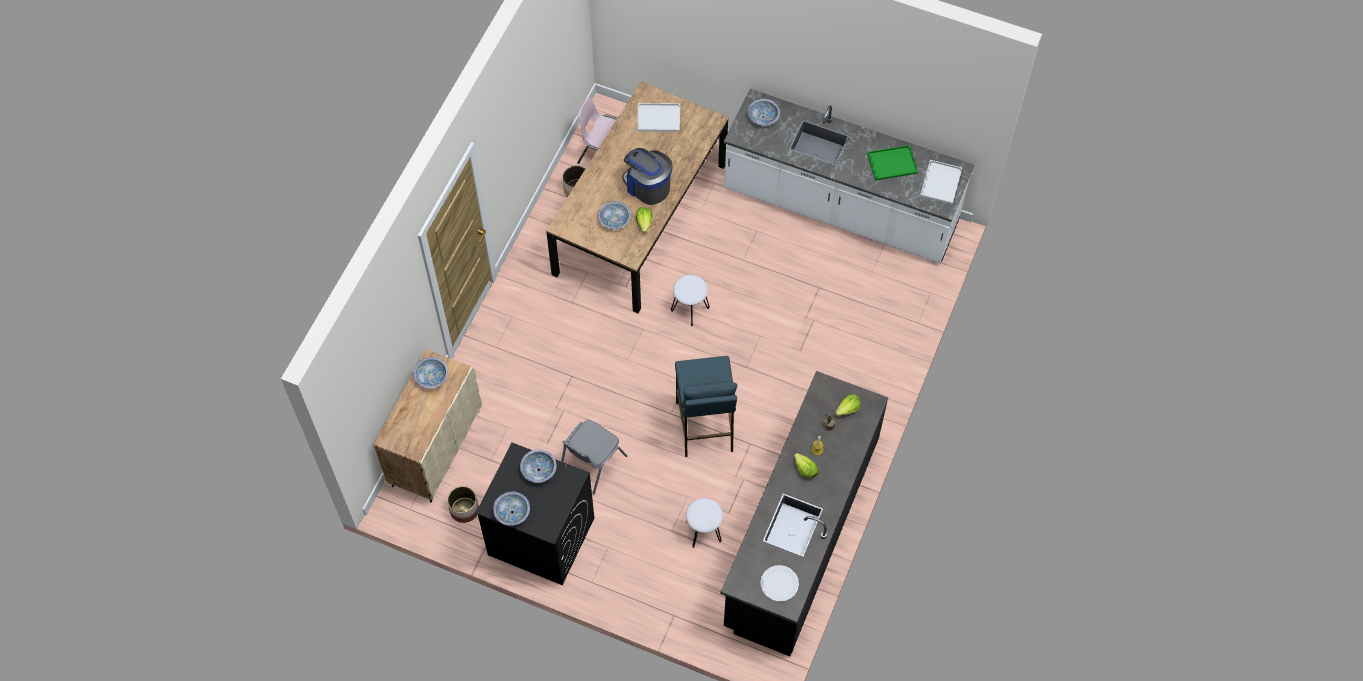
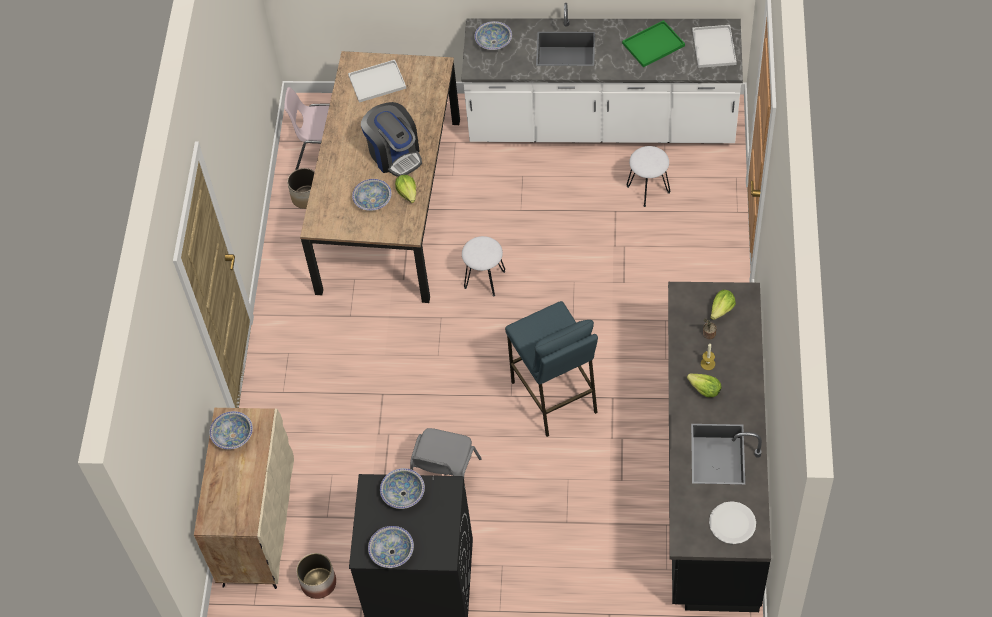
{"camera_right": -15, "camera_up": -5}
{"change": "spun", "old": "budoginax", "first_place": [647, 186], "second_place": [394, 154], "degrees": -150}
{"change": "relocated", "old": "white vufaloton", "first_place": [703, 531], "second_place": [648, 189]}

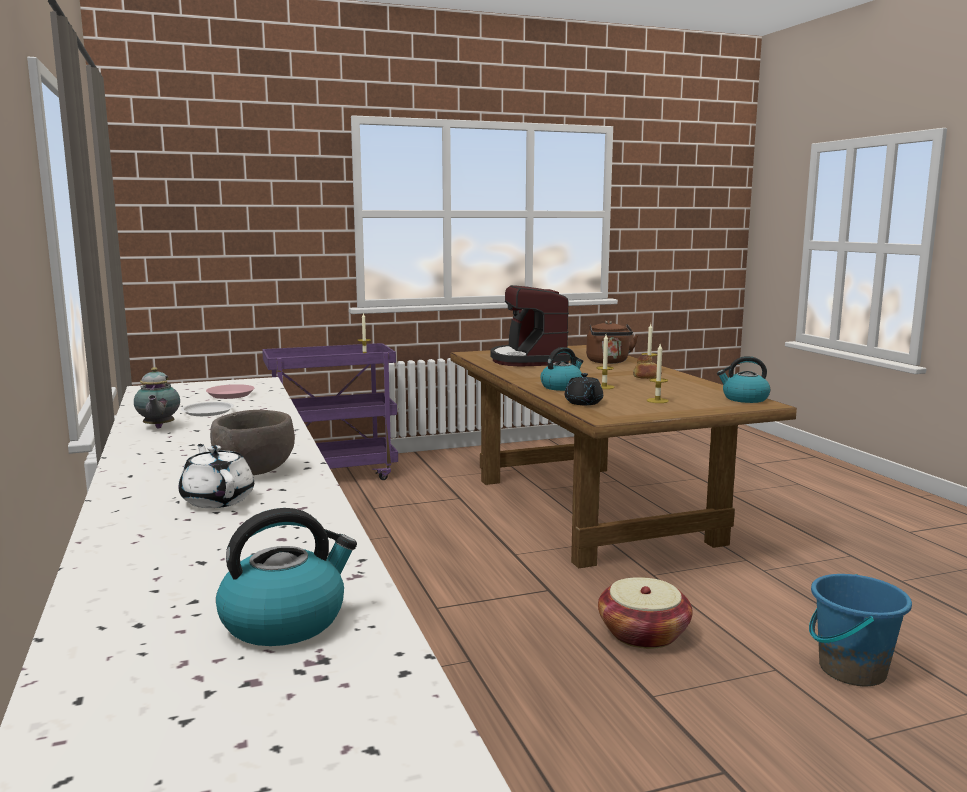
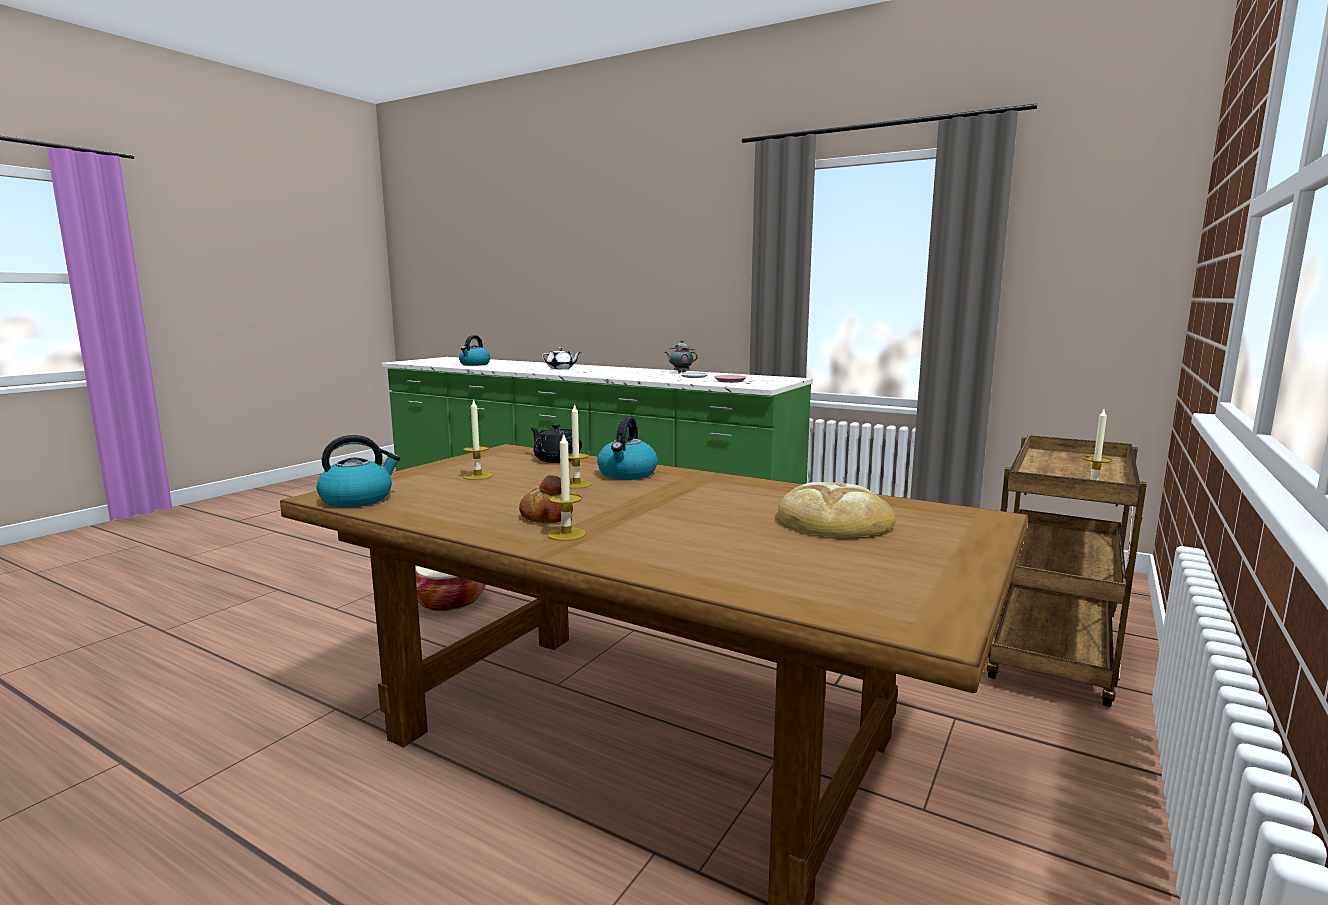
{"camera_right": 140, "camera_up": 0}
{"change": "exchanged", "old": "budoginax", "new": "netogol", "first_place": [529, 360], "second_place": [833, 520]}
{"change": "missing", "old": "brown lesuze", "first_place": [608, 362]}
{"change": "colour", "old": "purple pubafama", "new": "brown pubafama", "first_place": [334, 475], "second_place": [1053, 658]}
{"change": "missing", "old": "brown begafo", "first_place": [254, 471]}
{"change": "missing", "old": "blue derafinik", "first_place": [851, 670]}

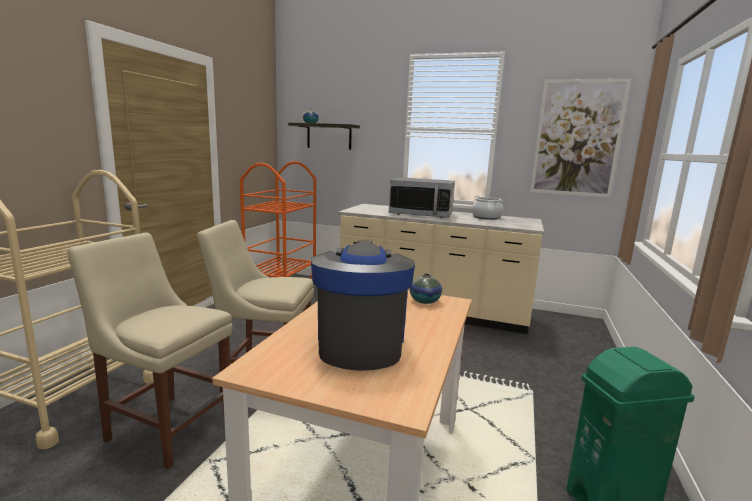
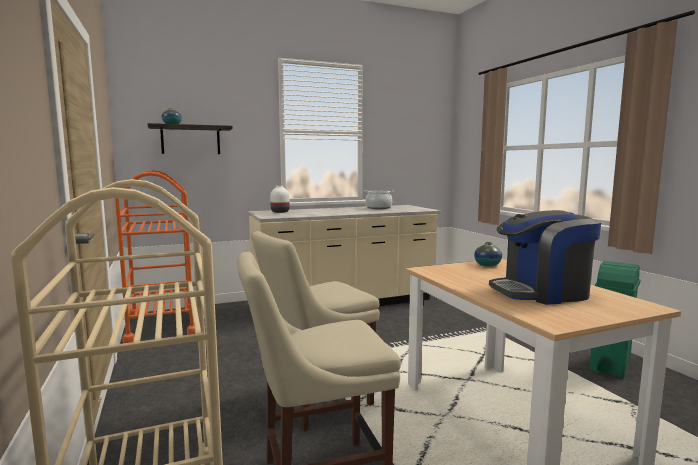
{"camera_right": -40, "camera_up": -5}
{"change": "missing", "old": "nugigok", "first_place": [577, 138]}
{"change": "missing", "old": "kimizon", "first_place": [421, 214]}
{"change": "spun", "old": "budoginax", "first_place": [360, 343], "second_place": [541, 292], "degrees": -60}
{"change": "appeared", "new": "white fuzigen", "second_place": [280, 212]}

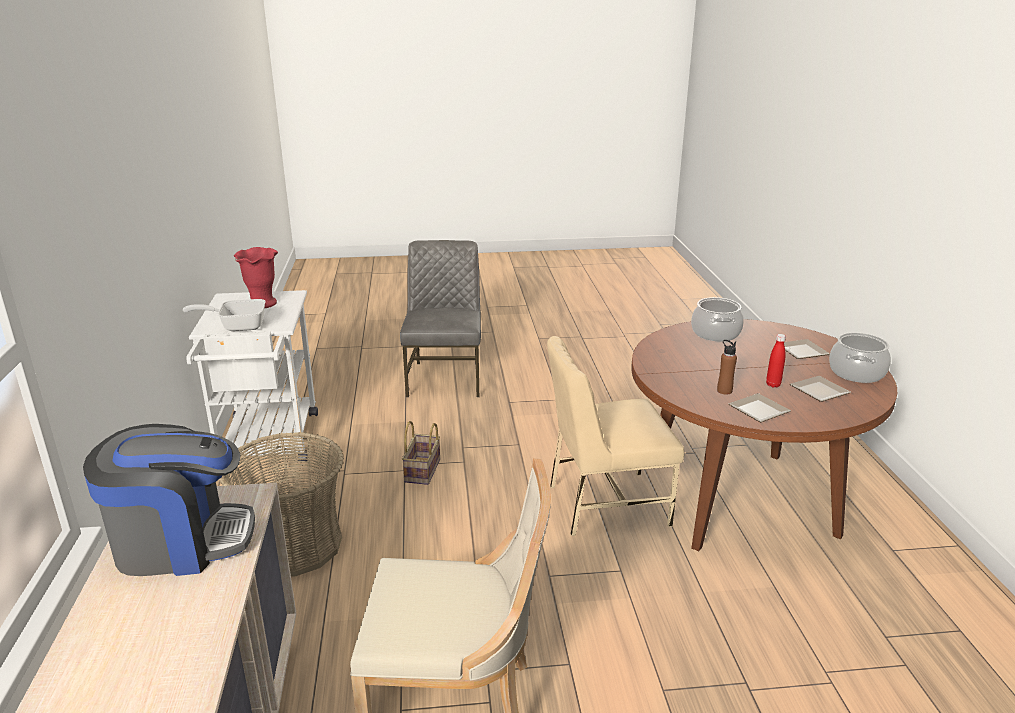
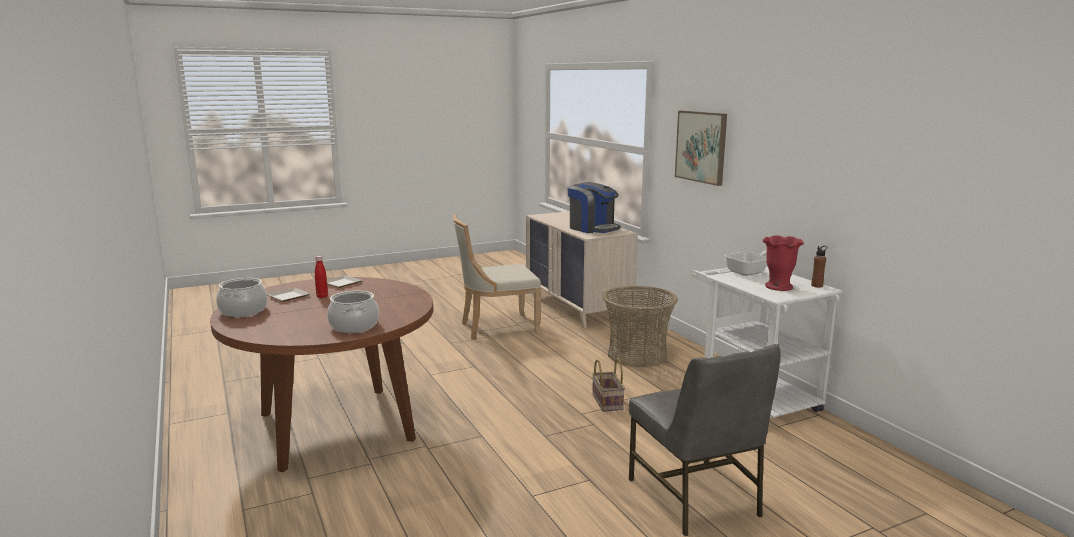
{"camera_right": 160, "camera_up": -10}
{"change": "missing", "old": "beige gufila", "first_place": [605, 504]}
{"change": "missing", "old": "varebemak", "first_place": [800, 351]}
{"change": "relocated", "old": "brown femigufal", "first_place": [724, 391], "second_place": [817, 285]}
{"change": "spun", "old": "budoginax", "first_place": [181, 542], "second_place": [593, 228], "degrees": -105}
{"change": "appeared", "new": "nugigok", "second_place": [701, 146]}

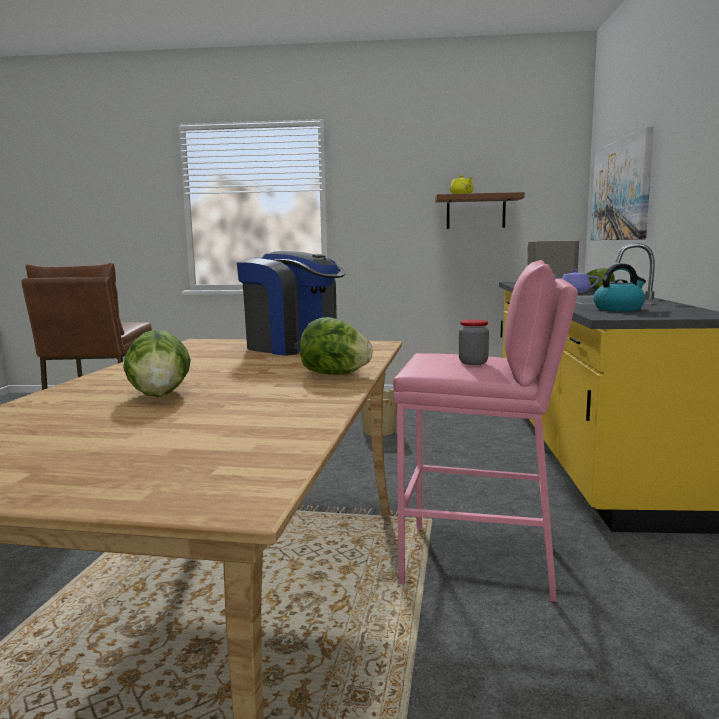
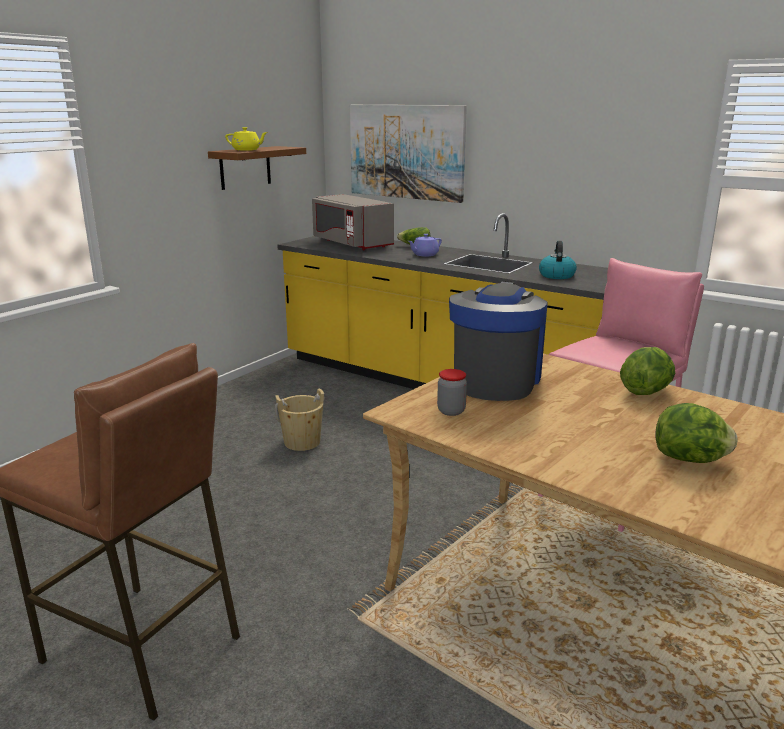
{"camera_right": -60, "camera_up": 10}
{"change": "spun", "old": "budoginax", "first_place": [296, 347], "second_place": [495, 380], "degrees": -45}
{"change": "relocated", "old": "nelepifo", "first_place": [473, 363], "second_place": [451, 411]}

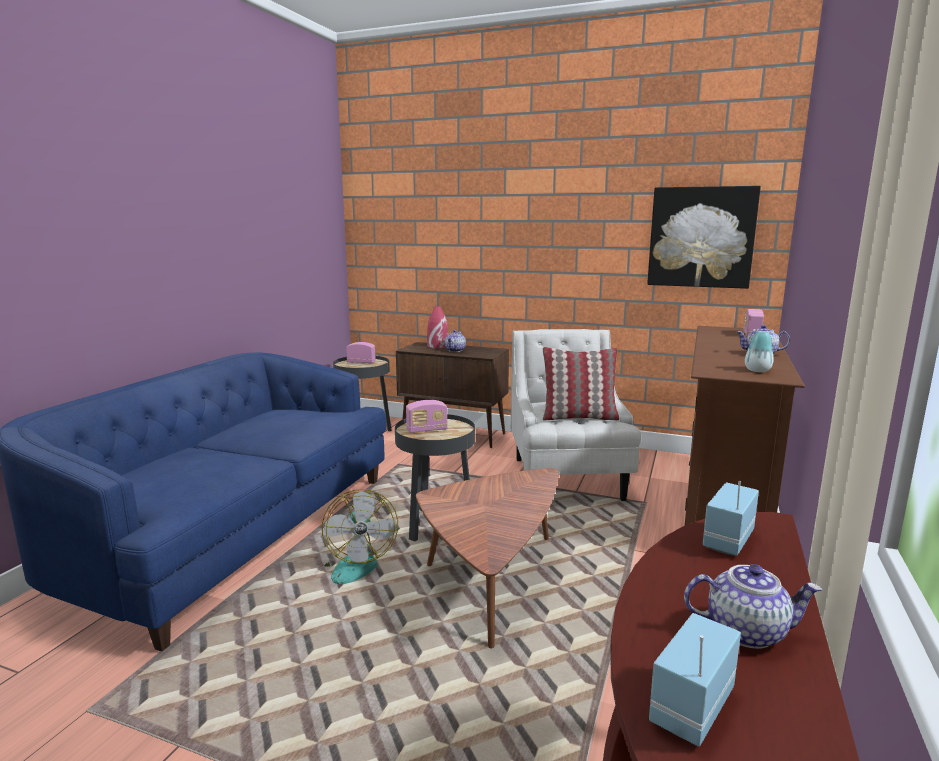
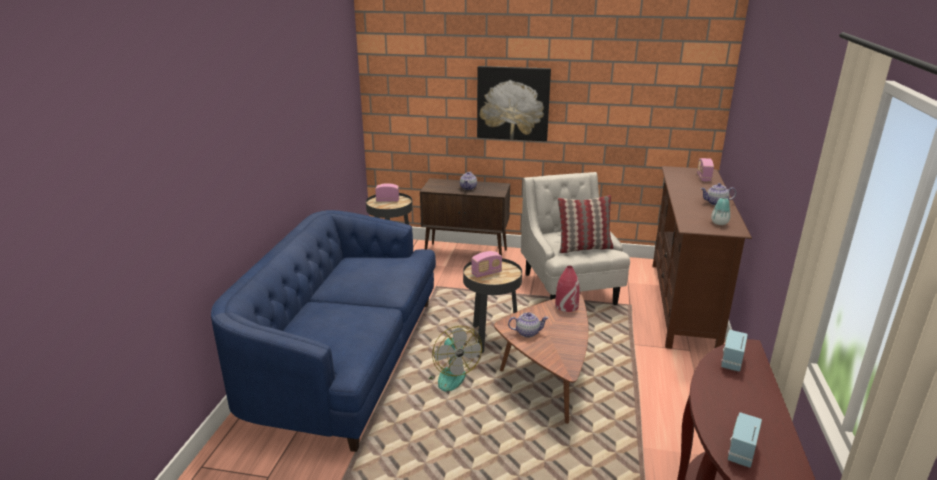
{"camera_right": -10, "camera_up": 10}
{"change": "relocated", "old": "nugigok", "first_place": [701, 237], "second_place": [513, 103]}
{"change": "relocated", "old": "red fuzigen", "first_place": [437, 346], "second_place": [566, 306]}
{"change": "relocated", "old": "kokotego", "first_place": [746, 631], "second_place": [527, 332]}

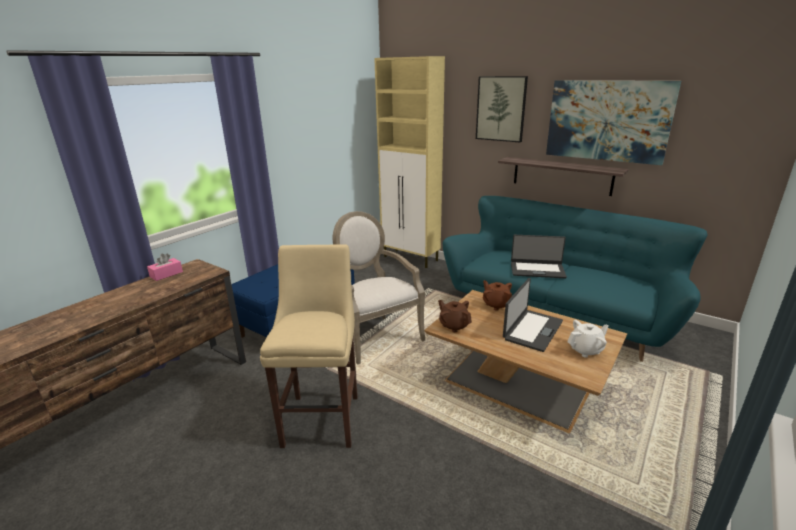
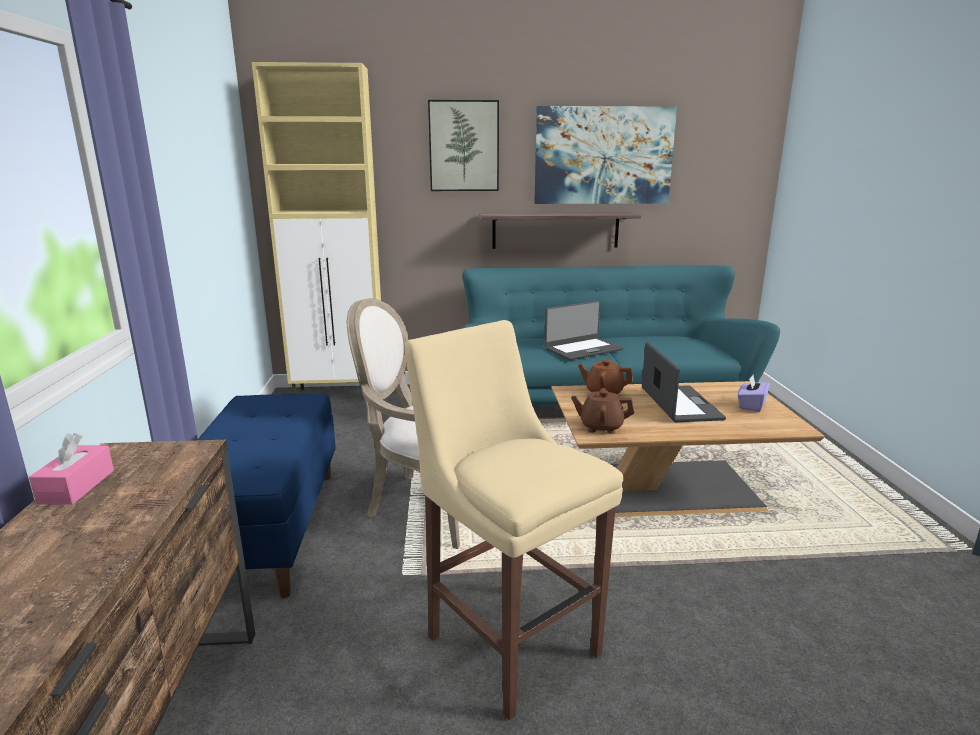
{"camera_right": -40, "camera_up": -5}
{"change": "exchanged", "old": "white kokotego", "new": "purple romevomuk", "first_place": [586, 350], "second_place": [751, 405]}

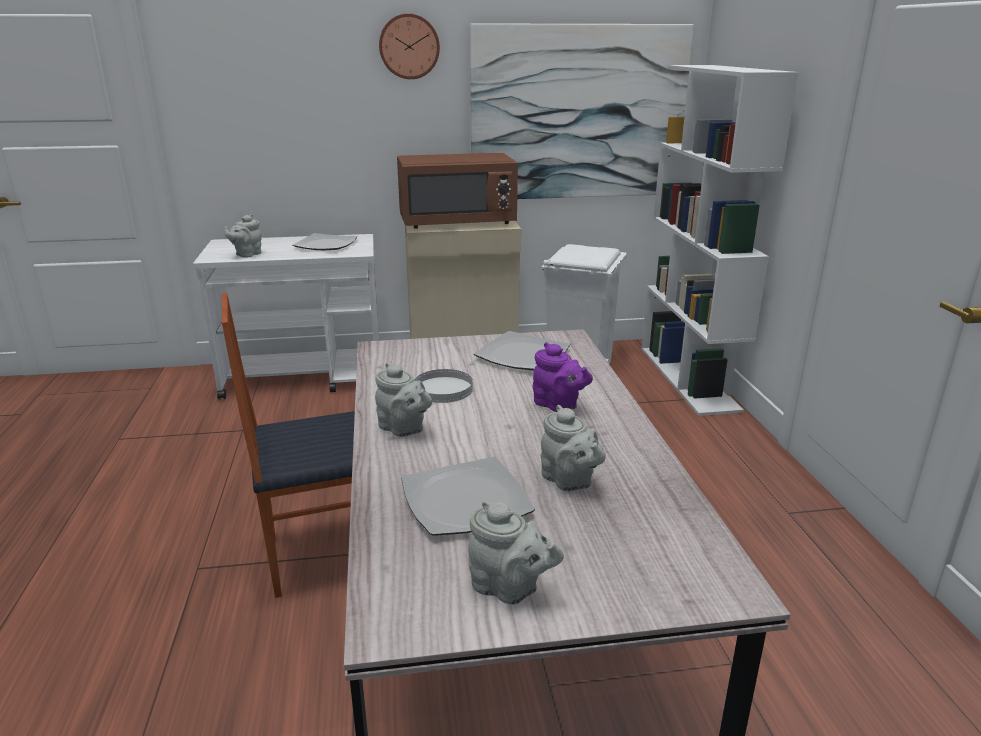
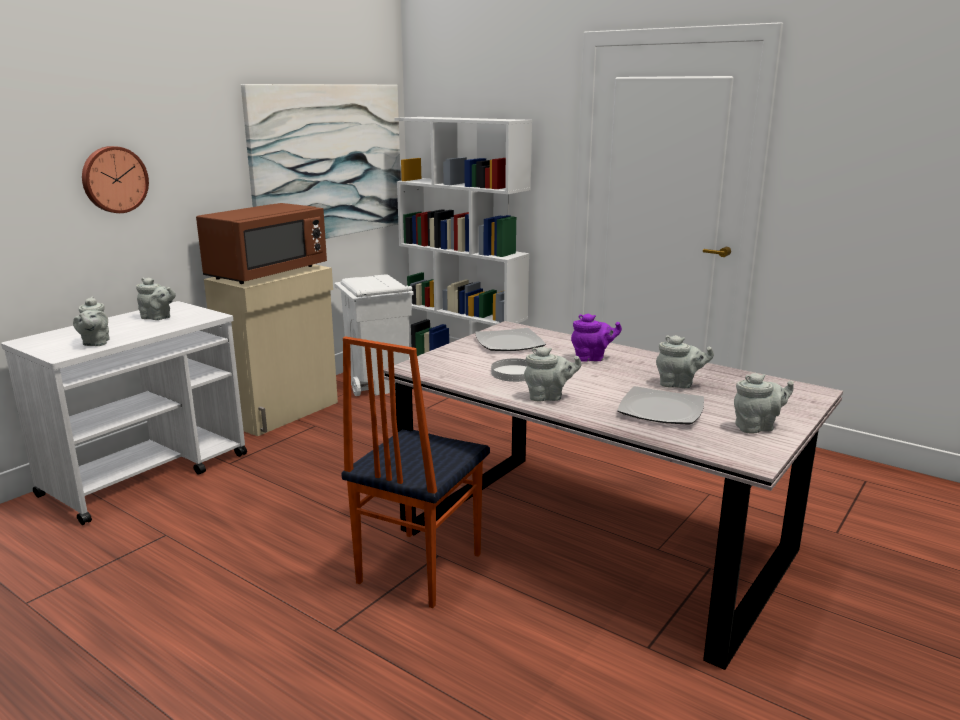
{"camera_right": -45, "camera_up": -5}
{"change": "relocated", "old": "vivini", "first_place": [409, 46], "second_place": [114, 179]}
{"change": "exchanged", "old": "varebemak", "new": "grey kokotego", "first_place": [325, 245], "second_place": [158, 318]}

